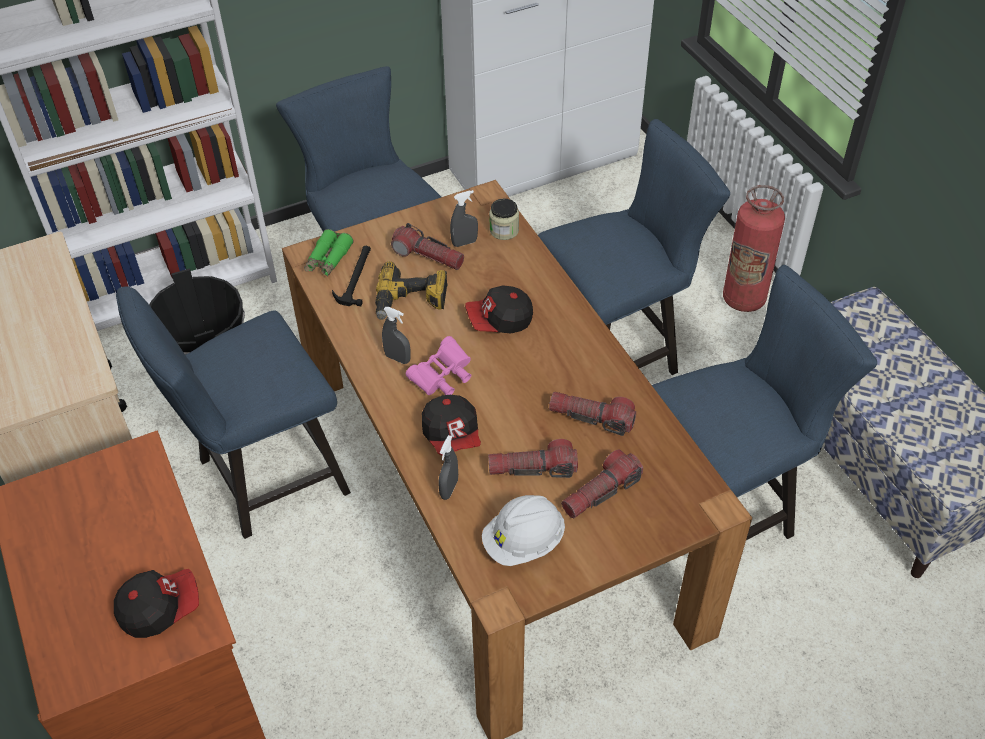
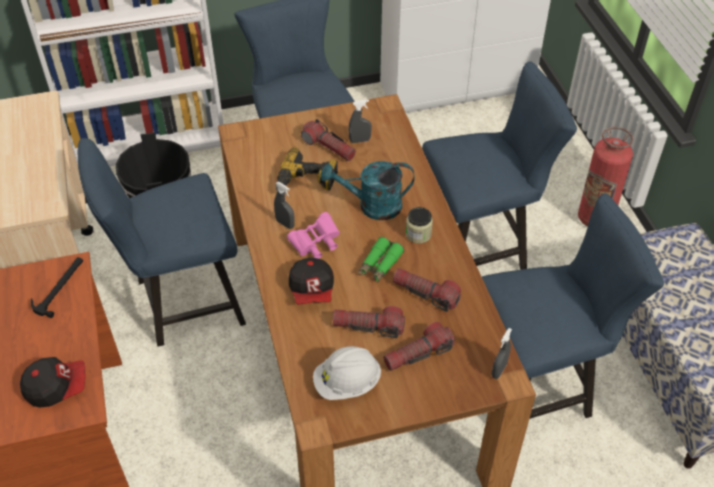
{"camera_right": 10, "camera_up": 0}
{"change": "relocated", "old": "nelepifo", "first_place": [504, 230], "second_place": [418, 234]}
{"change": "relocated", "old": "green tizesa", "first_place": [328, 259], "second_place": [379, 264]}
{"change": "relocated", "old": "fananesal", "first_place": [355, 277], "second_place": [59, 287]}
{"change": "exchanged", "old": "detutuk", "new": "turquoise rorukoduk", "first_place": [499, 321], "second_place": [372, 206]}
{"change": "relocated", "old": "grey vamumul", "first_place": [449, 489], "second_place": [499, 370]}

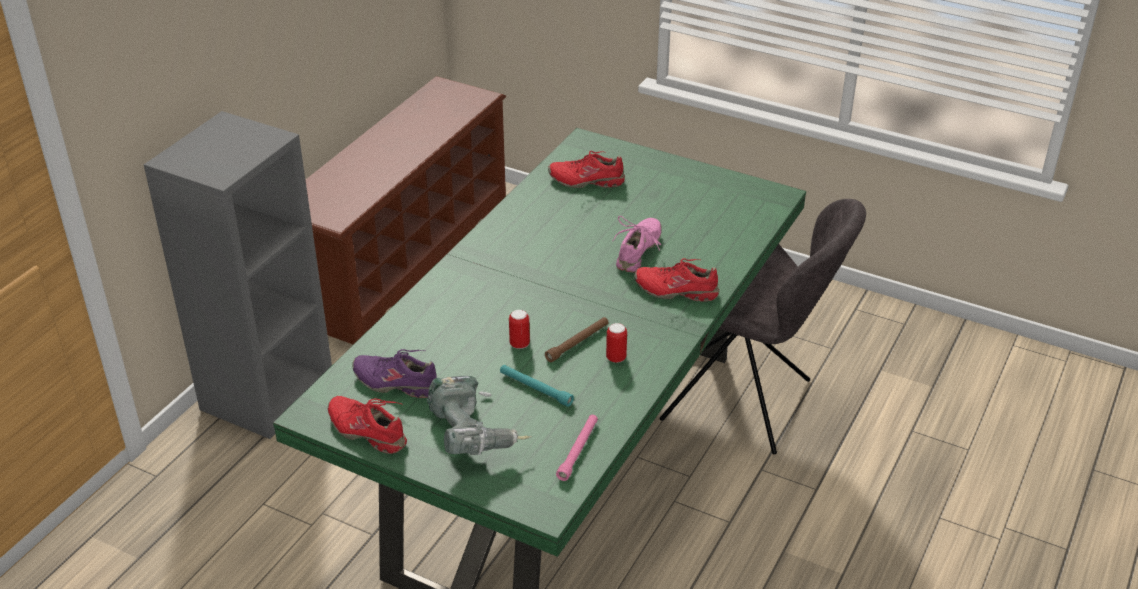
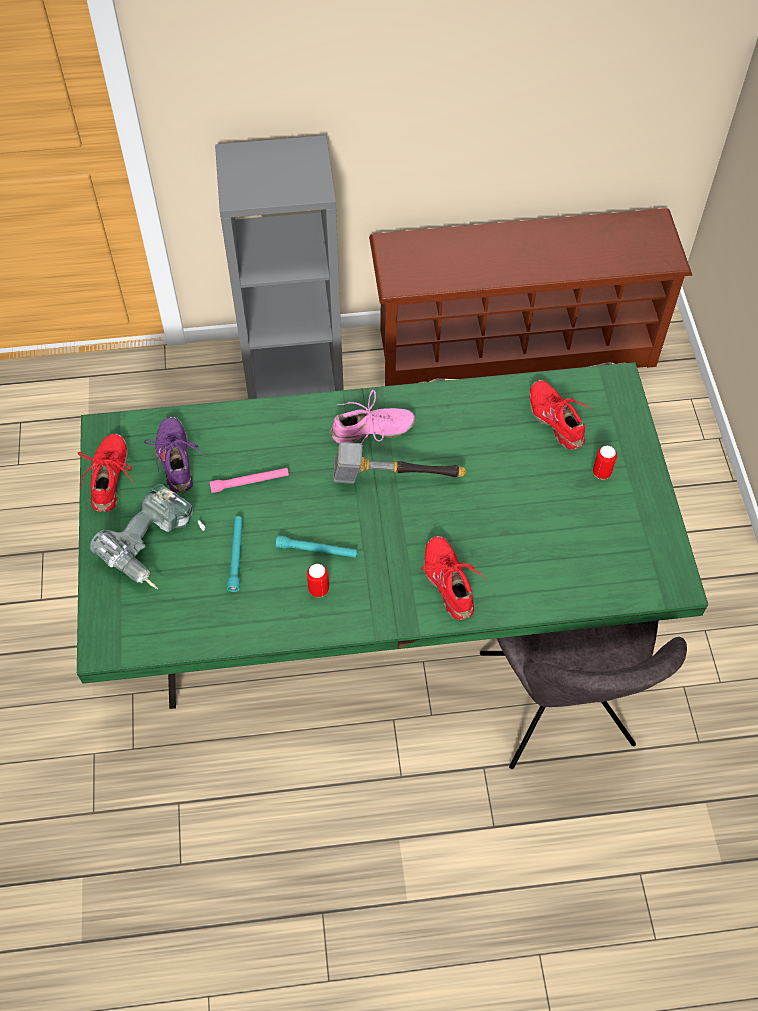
{"camera_right": 55, "camera_up": 20}
{"change": "relocated", "old": "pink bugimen", "first_place": [639, 252], "second_place": [372, 431]}
{"change": "relocated", "old": "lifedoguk", "first_place": [519, 344], "second_place": [601, 472]}
{"change": "colour", "old": "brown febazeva", "new": "turquoise febazeva", "first_place": [577, 343], "second_place": [317, 550]}
{"change": "relocated", "old": "pink febazeva", "first_place": [578, 450], "second_place": [250, 482]}
{"change": "appeared", "new": "fananesal", "second_place": [393, 481]}

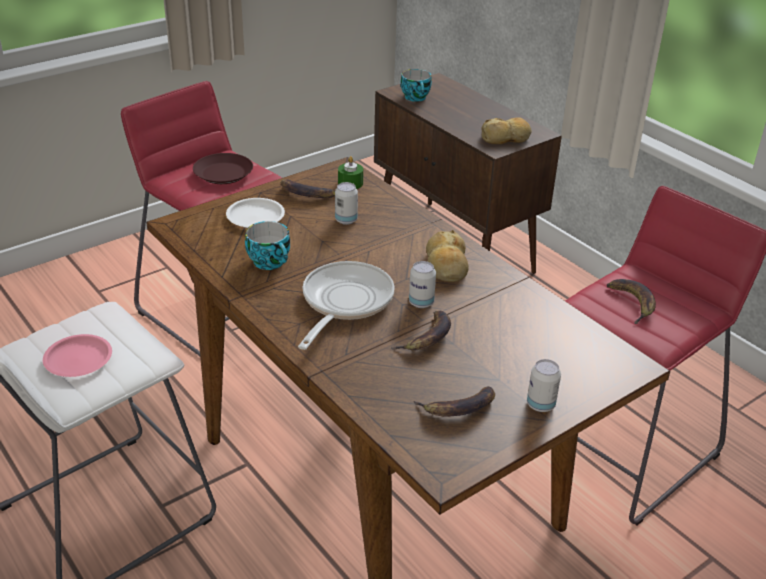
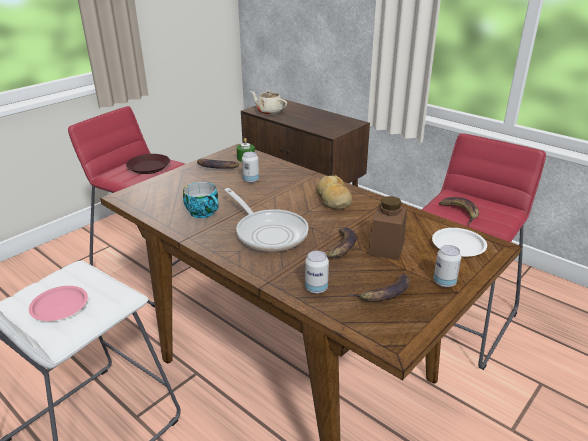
{"camera_right": -10, "camera_up": -5}
{"change": "exchanged", "old": "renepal", "new": "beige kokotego", "first_place": [416, 98], "second_place": [269, 111]}
{"change": "missing", "old": "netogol", "first_place": [506, 138]}
{"change": "relocated", "old": "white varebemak", "first_place": [255, 217], "second_place": [458, 246]}
{"change": "spun", "old": "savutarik", "first_place": [344, 303], "second_place": [268, 232], "degrees": 135}
{"change": "relocated", "old": "lifedoguk", "first_place": [421, 303], "second_place": [316, 288]}
{"change": "appeared", "new": "brown nelepifo", "second_place": [386, 247]}

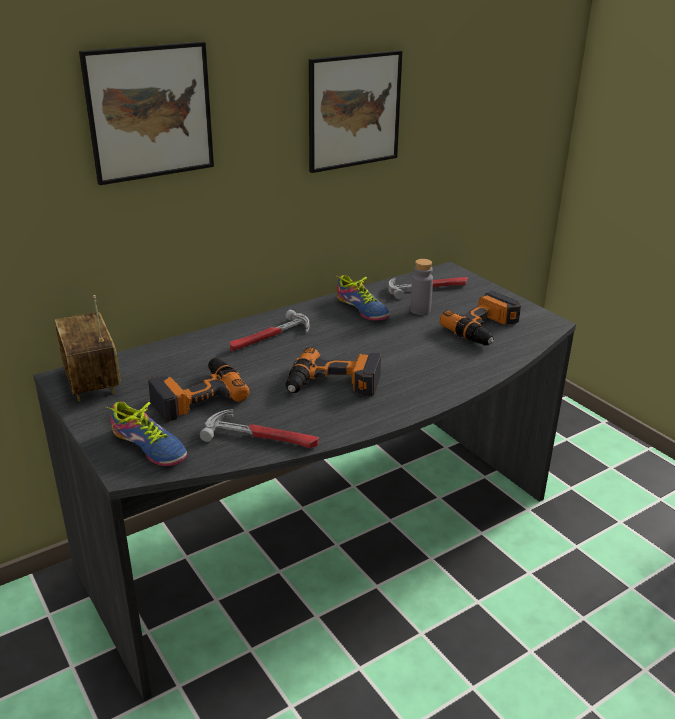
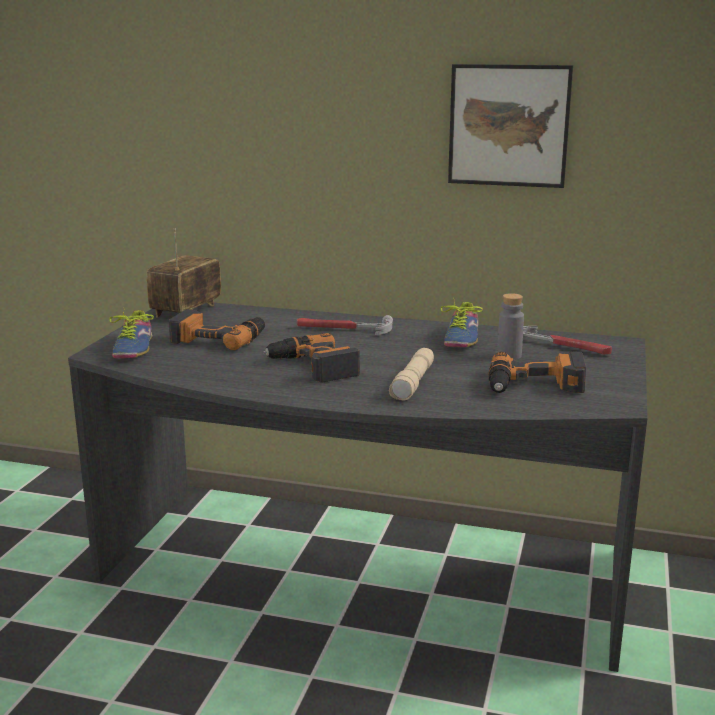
{"camera_right": 50, "camera_up": -10}
{"change": "missing", "old": "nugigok", "first_place": [150, 112]}
{"change": "missing", "old": "fananesal", "first_place": [262, 437]}
{"change": "appeared", "new": "beige febazeva", "second_place": [414, 384]}

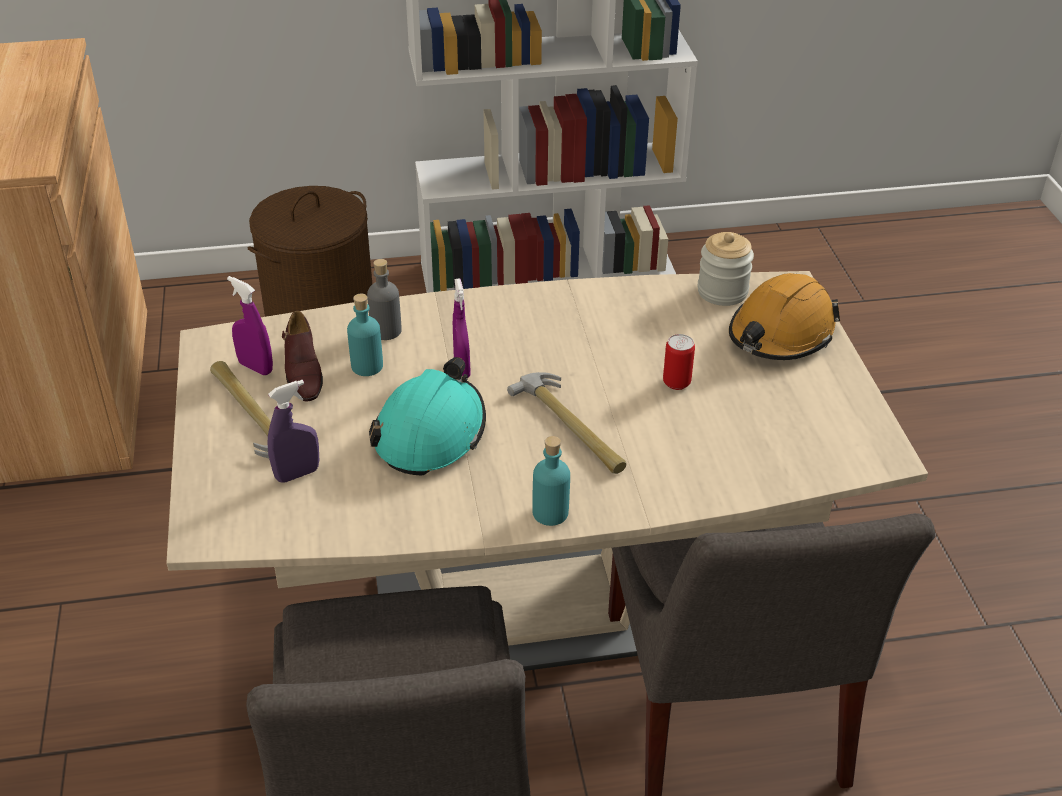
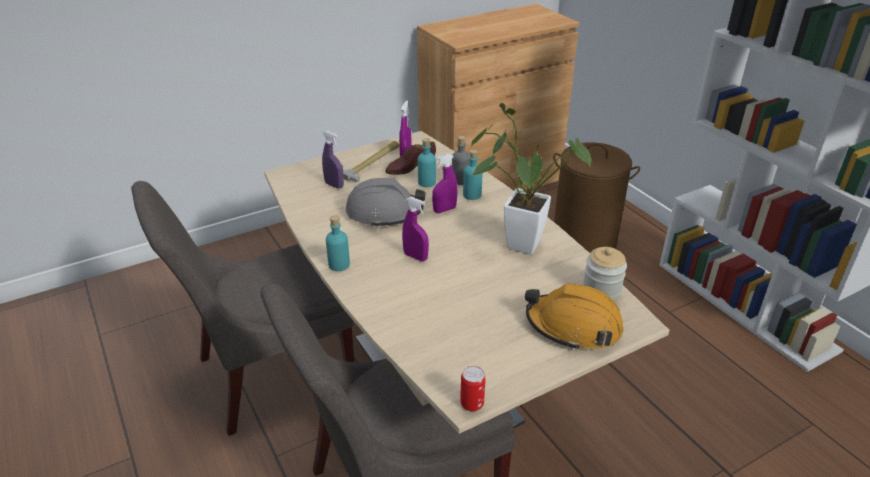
{"camera_right": 70, "camera_up": -5}
{"change": "relocated", "old": "lifedoguk", "first_place": [676, 382], "second_place": [472, 404]}
{"change": "colour", "old": "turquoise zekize", "new": "grey zekize", "first_place": [430, 433], "second_place": [384, 213]}
{"change": "exchanged", "old": "fananesal", "new": "purple vamumul", "first_place": [570, 427], "second_place": [415, 256]}
{"change": "appeared", "new": "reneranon", "second_place": [515, 243]}
{"change": "appeared", "new": "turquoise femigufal", "second_place": [472, 195]}

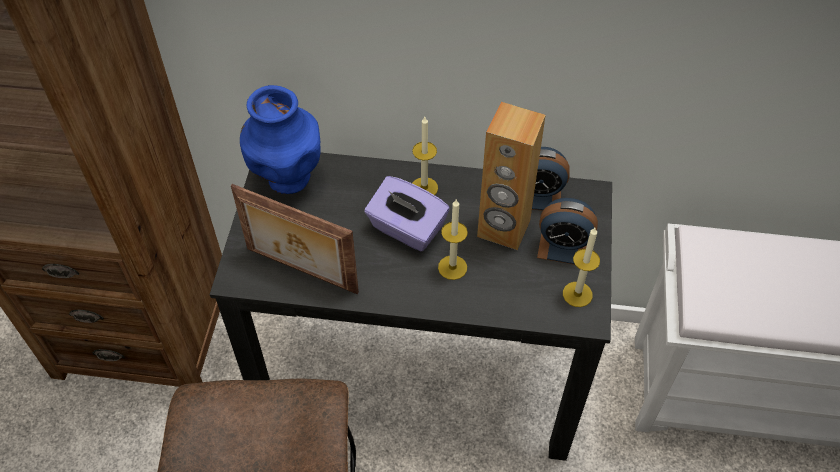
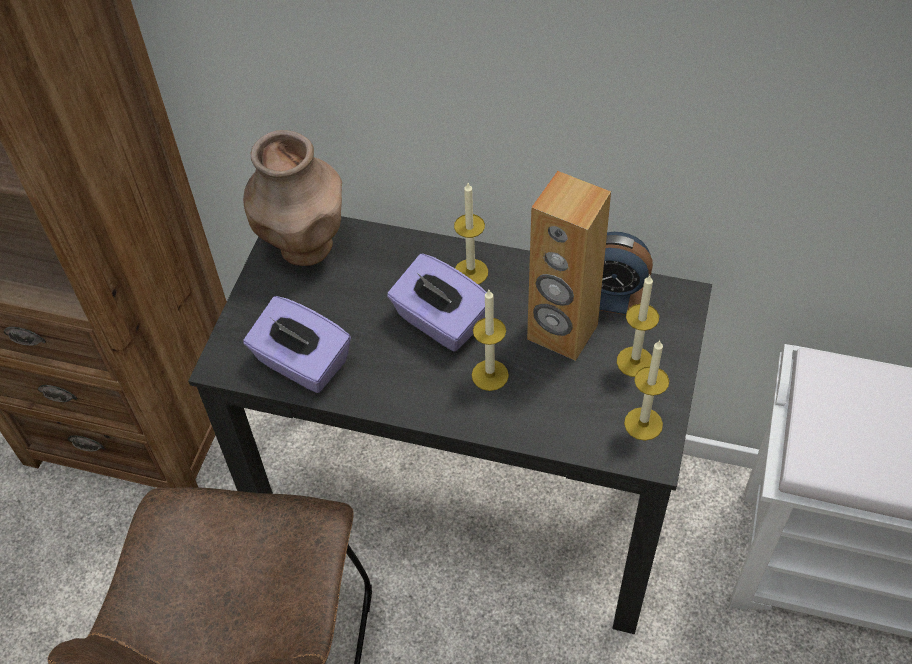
{"camera_right": 10, "camera_up": 0}
{"change": "colour", "old": "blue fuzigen", "new": "brown fuzigen", "first_place": [288, 179], "second_place": [305, 248]}
{"change": "exchanged", "old": "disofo", "new": "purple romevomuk", "first_place": [300, 272], "second_place": [302, 363]}
{"change": "exchanged", "old": "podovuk", "new": "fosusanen", "first_place": [563, 247], "second_place": [635, 361]}

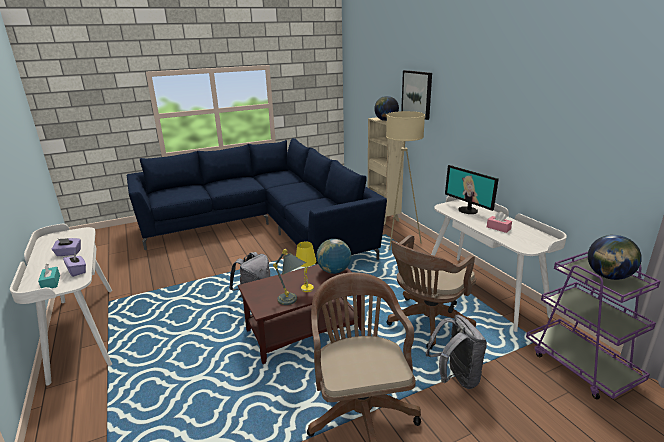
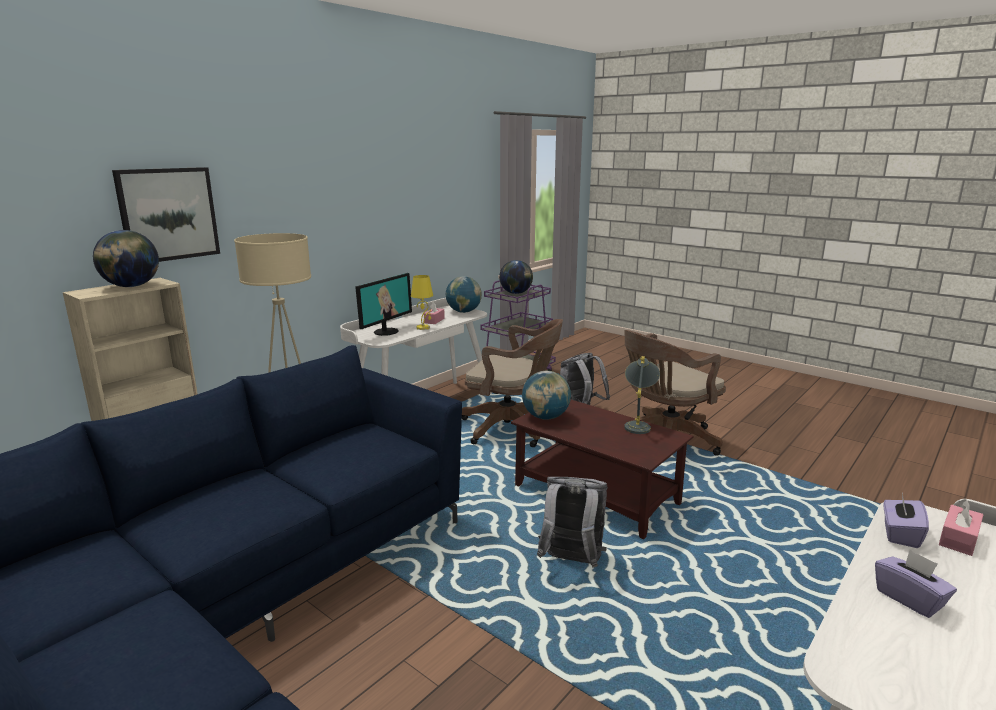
{"camera_right": -115, "camera_up": -5}
{"change": "relocated", "old": "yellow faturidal", "first_place": [307, 288], "second_place": [423, 328]}
{"change": "colour", "old": "turquoise romevomuk", "new": "pink romevomuk", "first_place": [51, 282], "second_place": [958, 539]}
{"change": "appeared", "new": "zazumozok", "second_place": [464, 312]}

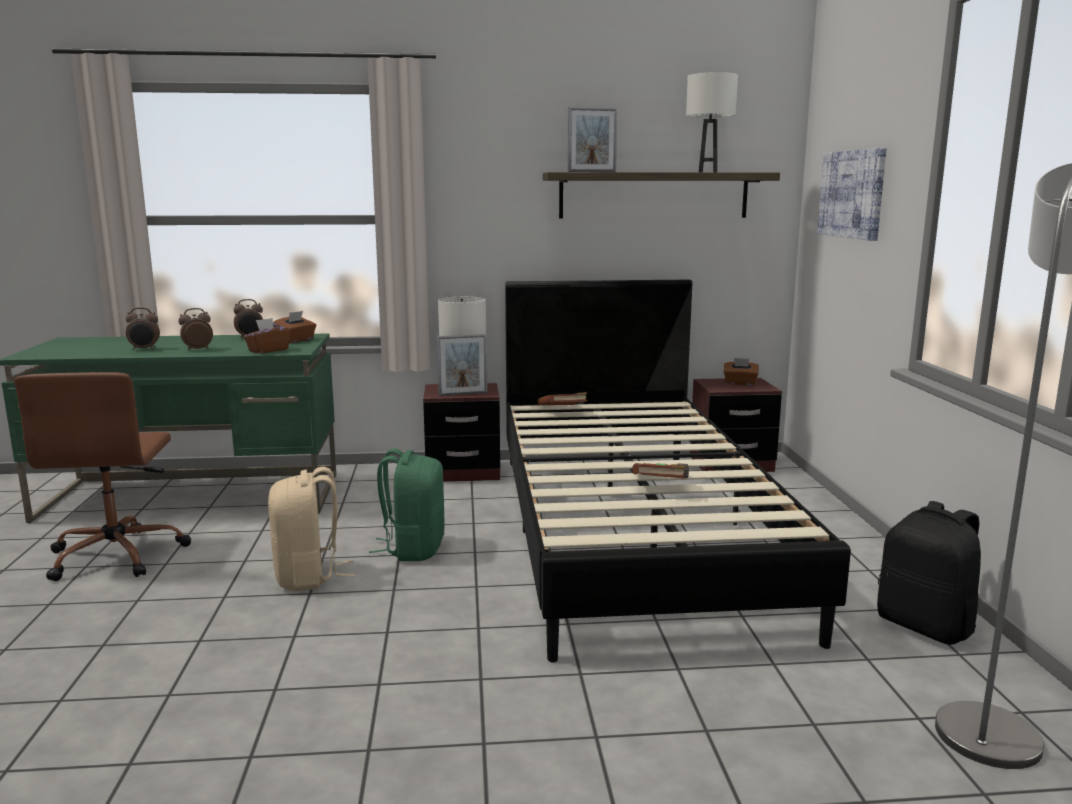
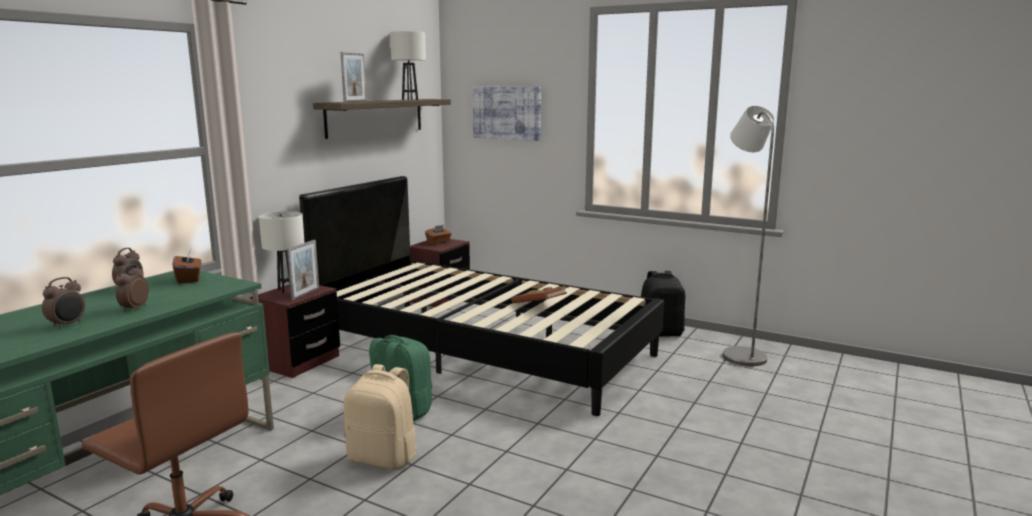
{"camera_right": -55, "camera_up": 0}
{"change": "missing", "old": "brown romevomuk", "first_place": [268, 350]}
{"change": "missing", "old": "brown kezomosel", "first_place": [563, 411]}

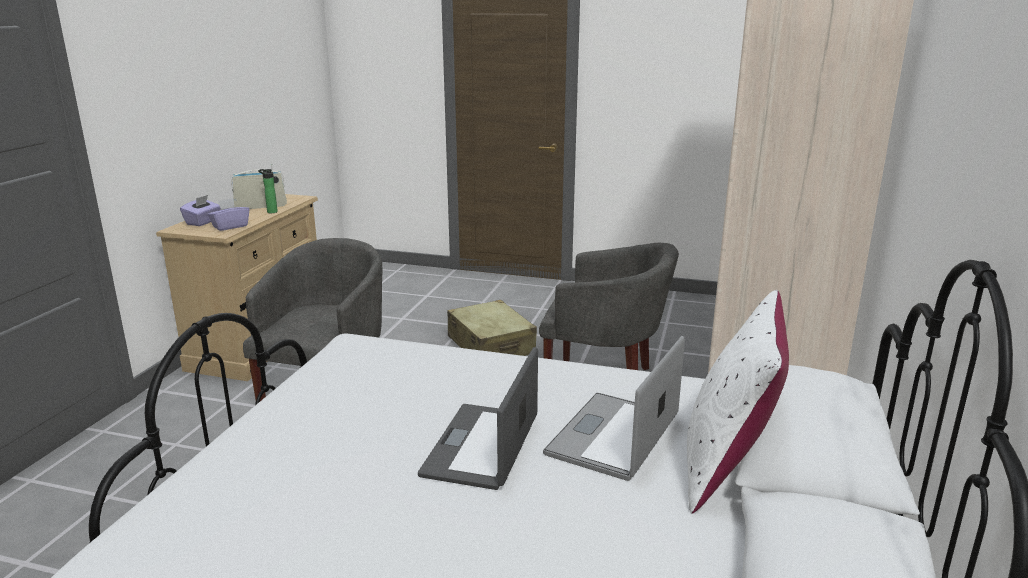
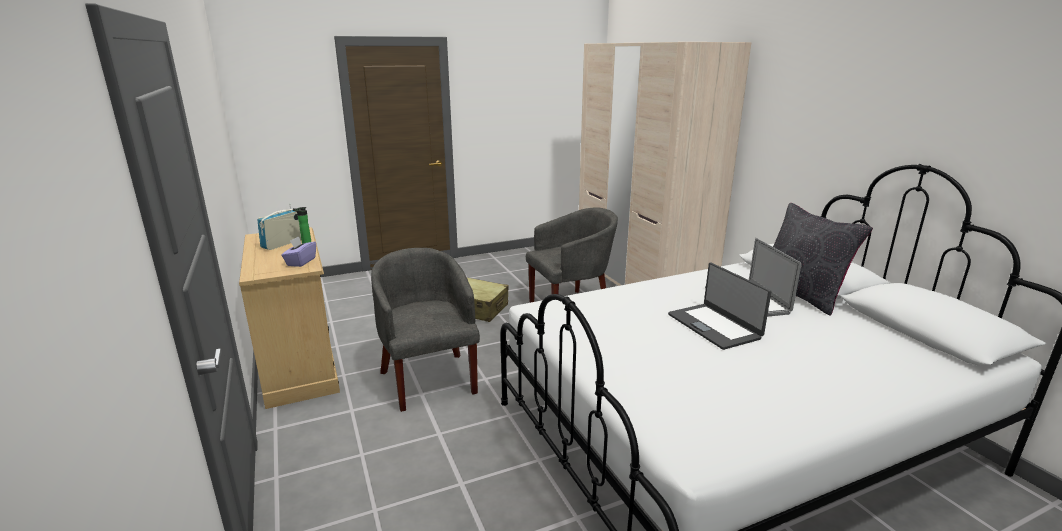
{"camera_right": -40, "camera_up": 0}
{"change": "missing", "old": "purple romevomuk", "first_place": [203, 222]}
{"change": "colour", "old": "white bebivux", "new": "black bebivux", "first_place": [728, 464], "second_place": [801, 294]}

